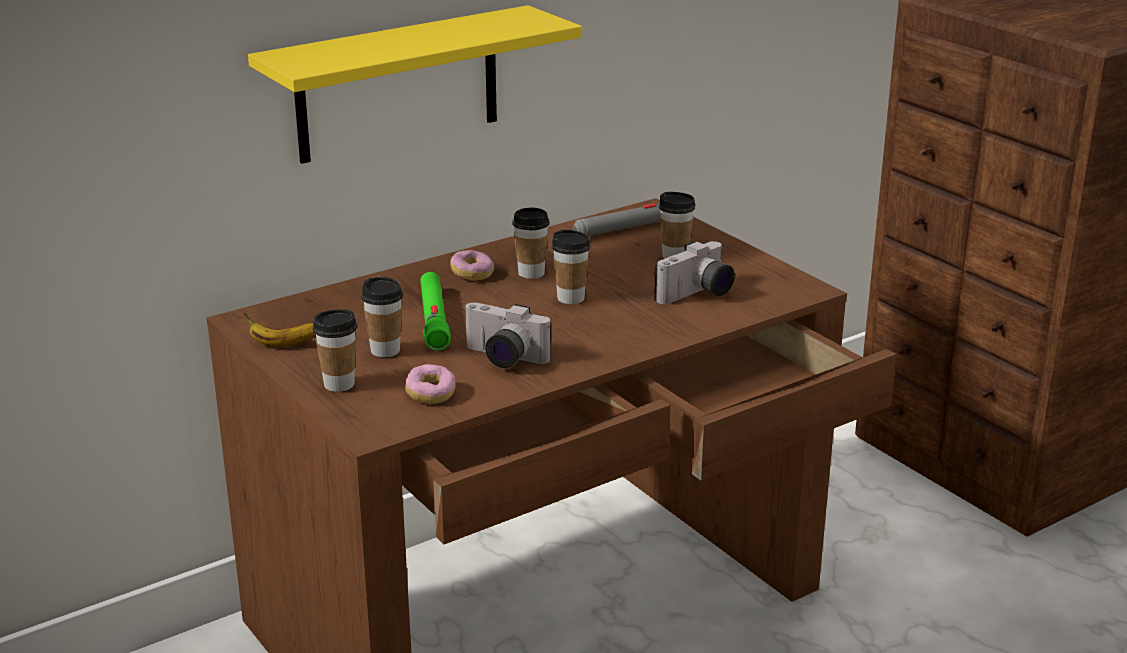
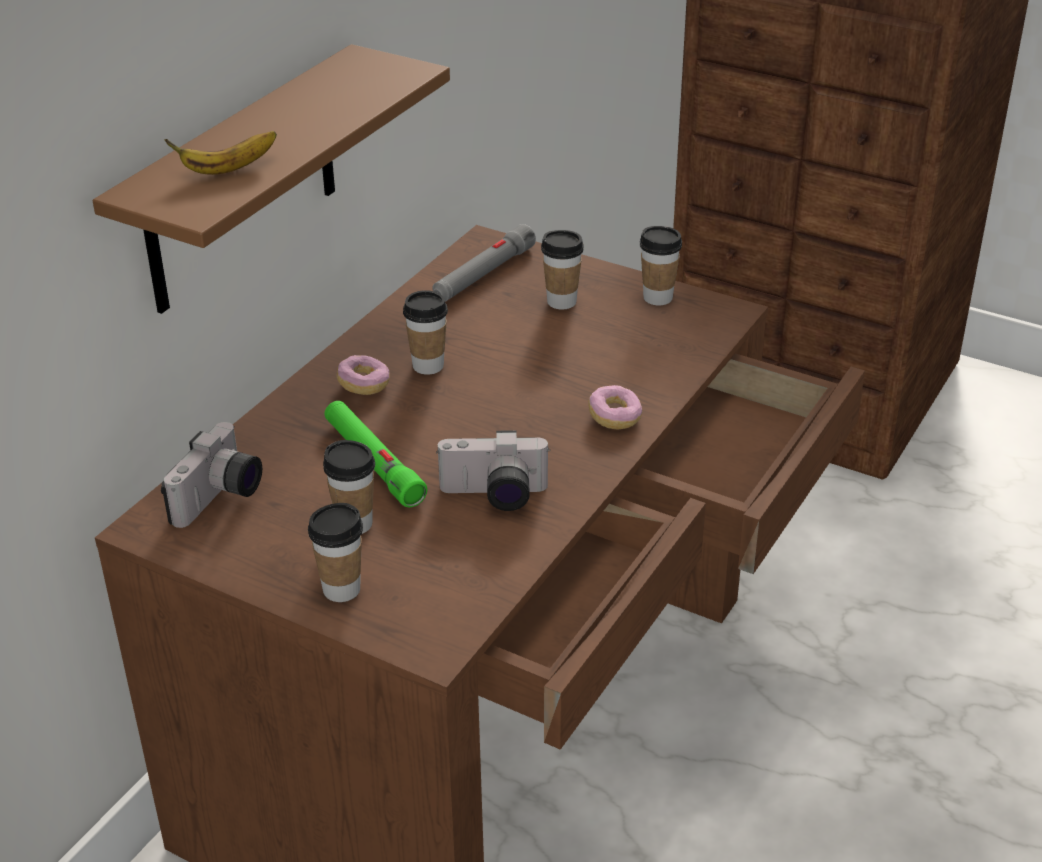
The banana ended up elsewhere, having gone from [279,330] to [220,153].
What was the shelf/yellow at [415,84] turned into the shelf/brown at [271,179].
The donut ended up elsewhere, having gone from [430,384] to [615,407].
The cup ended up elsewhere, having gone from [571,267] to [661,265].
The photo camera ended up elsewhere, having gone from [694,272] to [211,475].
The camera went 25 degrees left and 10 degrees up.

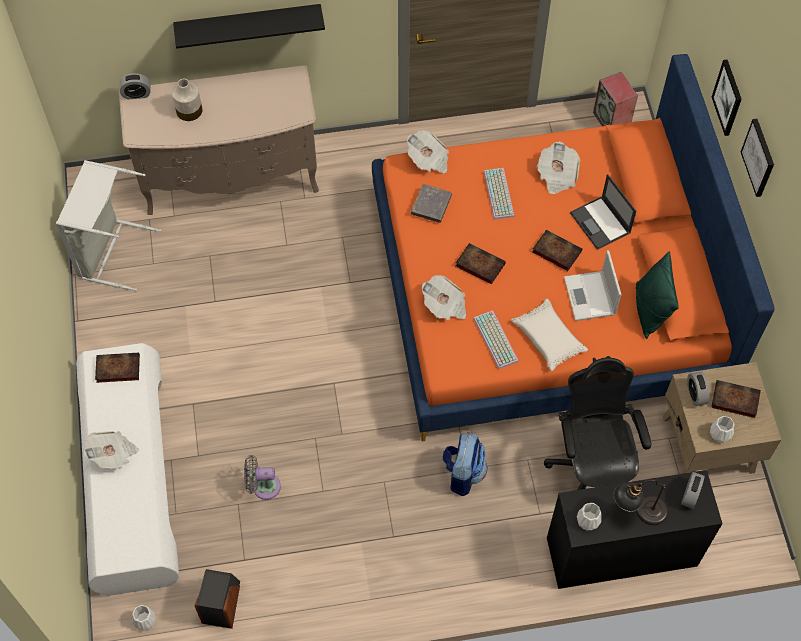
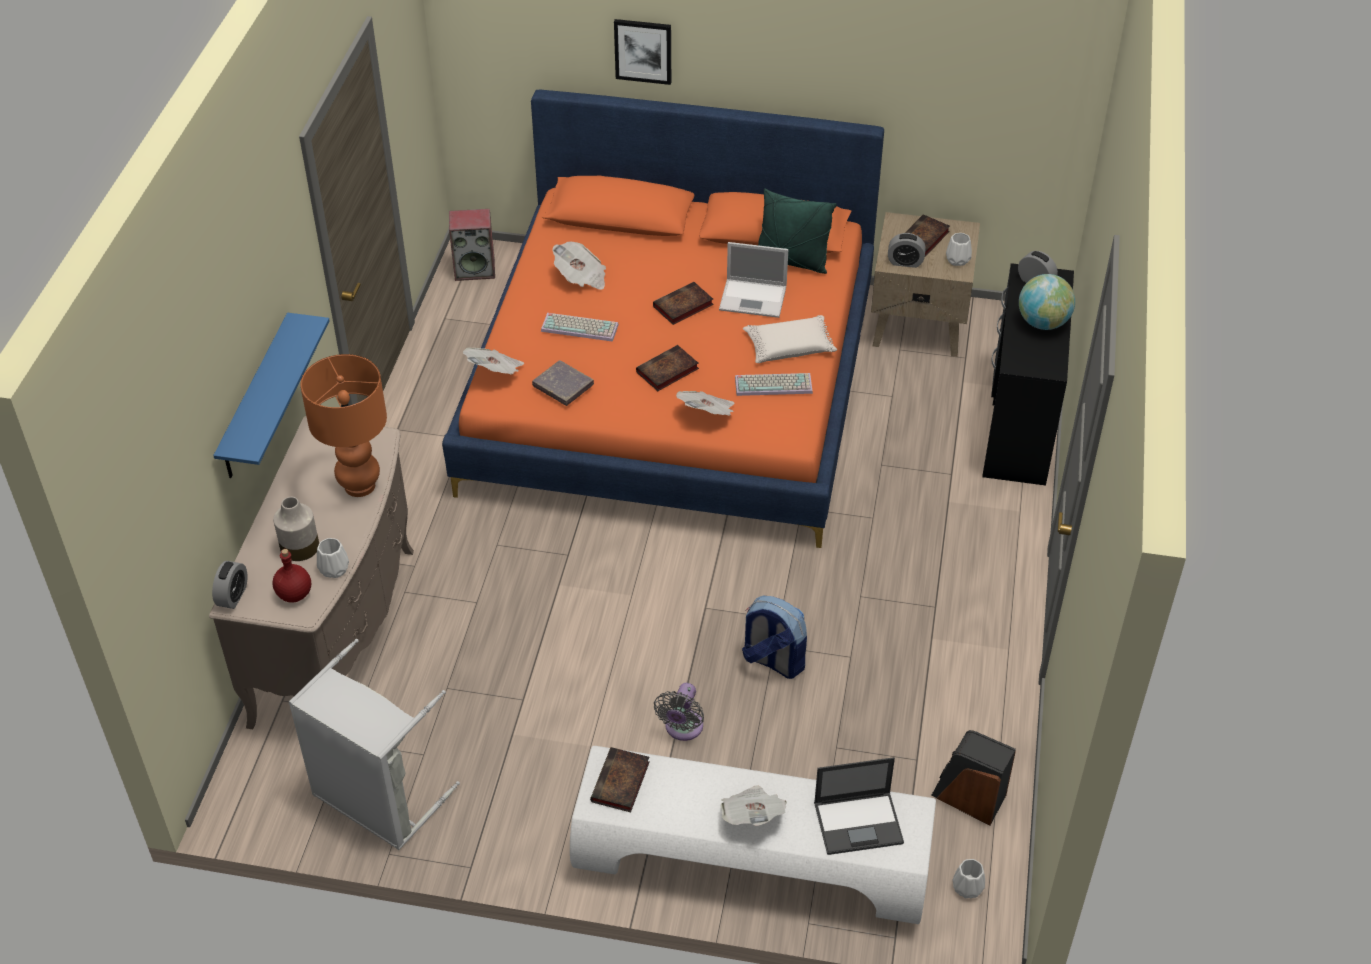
What was the shelf/black at [249,26] turned into the shelf/blue at [271,395].
The fan/grey ended up elsewhere, having gone from [262,477] to [679,712].
The backpack ended up elsewhere, having gone from [465,464] to [774,637].
The second view lost the office chair at [597,423].
The laptop ended up elsewhere, having gone from [603,212] to [859,806].
The vase/white ended up elsewhere, having gone from [589,517] to [333,558].
Where the table lamp/grey stood at [641,502], the globe came to stand at [1047,302].
The second view lost the picture at [757,158].
The second view gained the bottle/red at [292,576].
The second view gained the table lamp/orange at [343,425].
The camera went 70 degrees left and 15 degrees down.

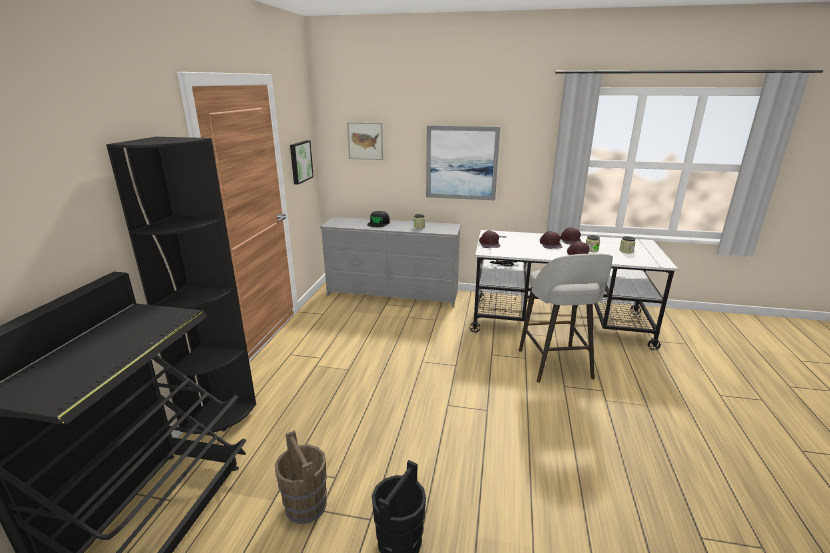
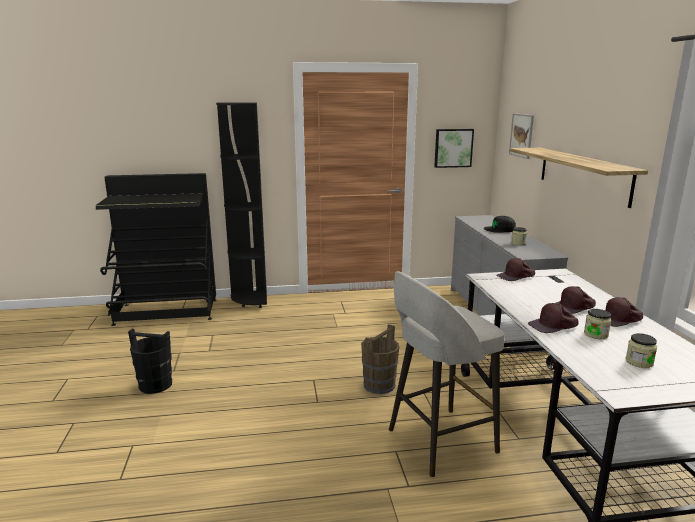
The bucket/brown ended up elsewhere, having gone from [301,477] to [380,359].
Where the picture hung at [463,162], the shelf came to hang at [578,178].
The camera went 70 degrees right and 5 degrees down.

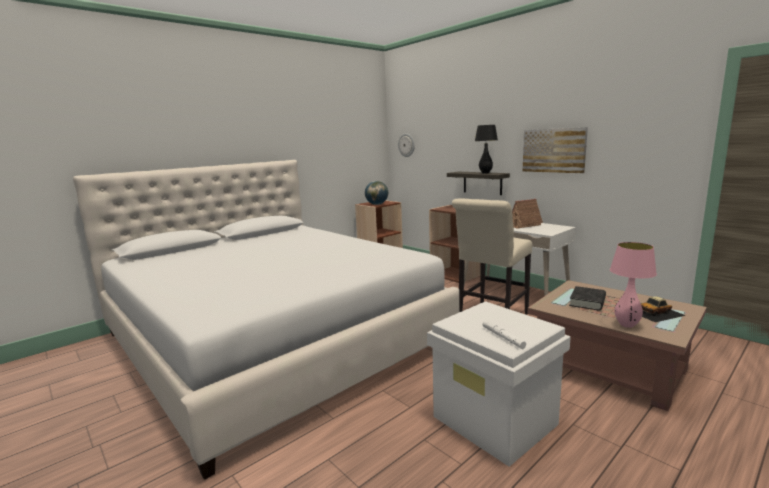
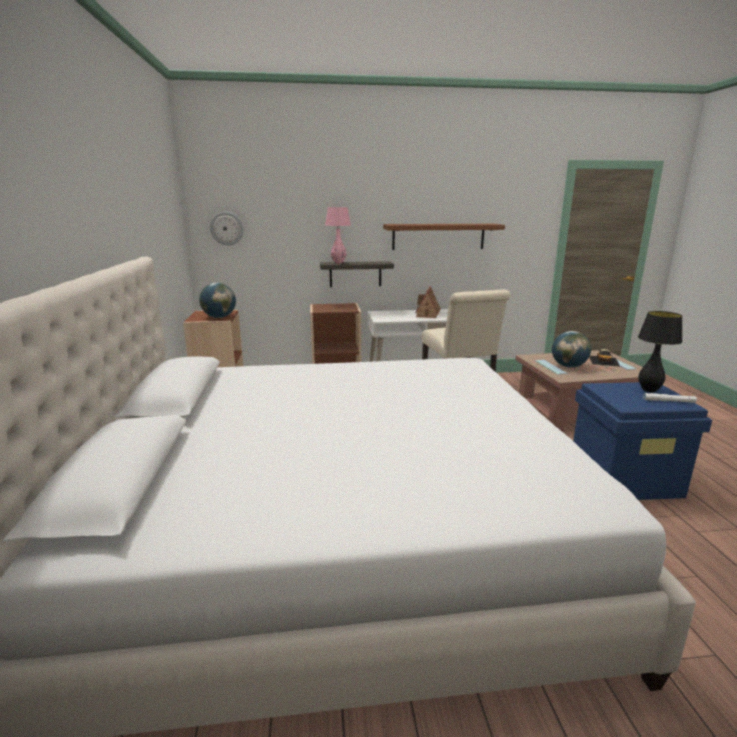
What was the storage box/white at [499,384] turned into the storage box/blue at [642,441].
The table lamp/black ended up elsewhere, having gone from [486,149] to [660,351].
Where the picture hung at [555,150], the shelf/brown came to hang at [444,237].
Where the book/black stood at [587,298], the globe came to stand at [571,349].
The table lamp/pink ended up elsewhere, having gone from [633,285] to [338,235].
The camera went 55 degrees left and 5 degrees up.

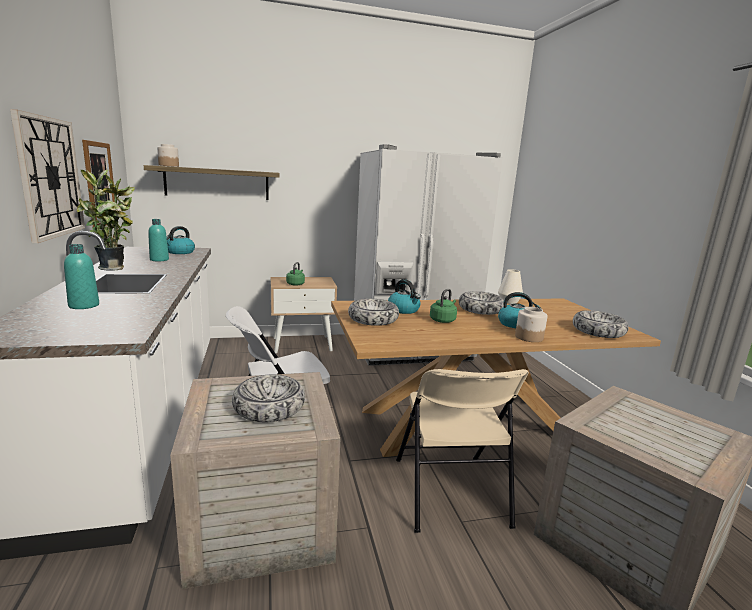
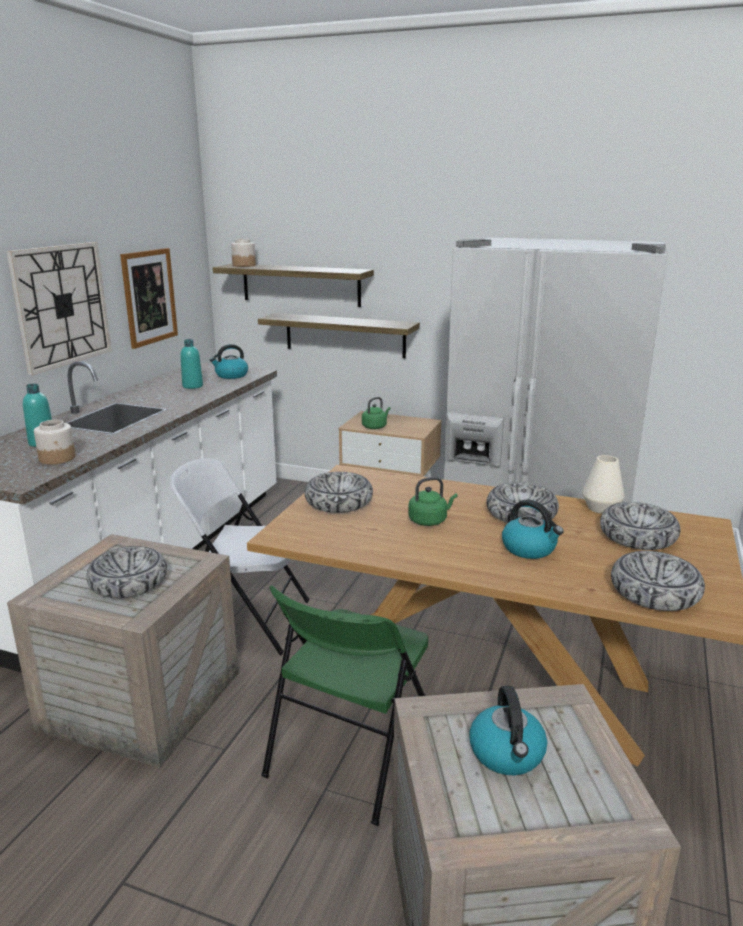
The second view lost the potted plant at [106,220].
The kettle ended up elsewhere, having gone from [404,296] to [508,730].
What was the chair/beige at [462,451] turned into the chair/green at [344,705].
The jar ended up elsewhere, having gone from [531,324] to [55,442].
The second view gained the shelf at [339,335].
The second view gained the bowl at [640,526].
The camera went 35 degrees right and 5 degrees up.

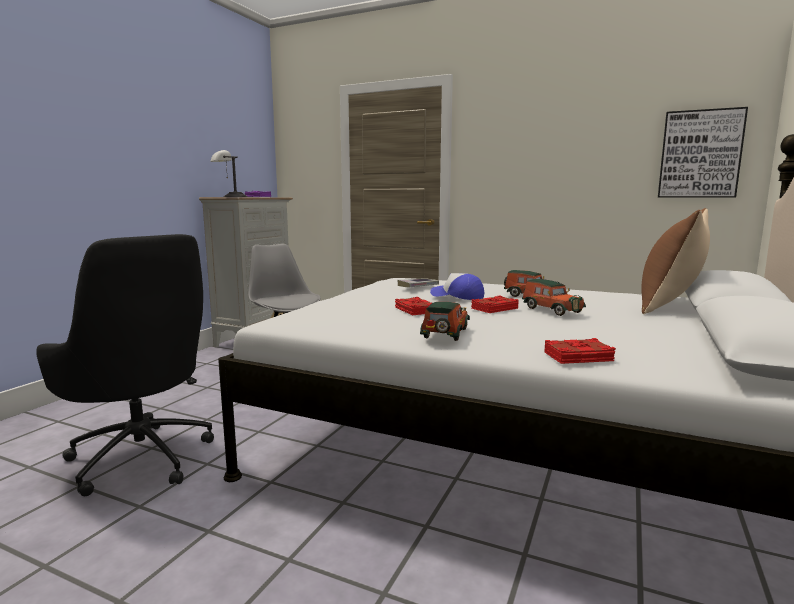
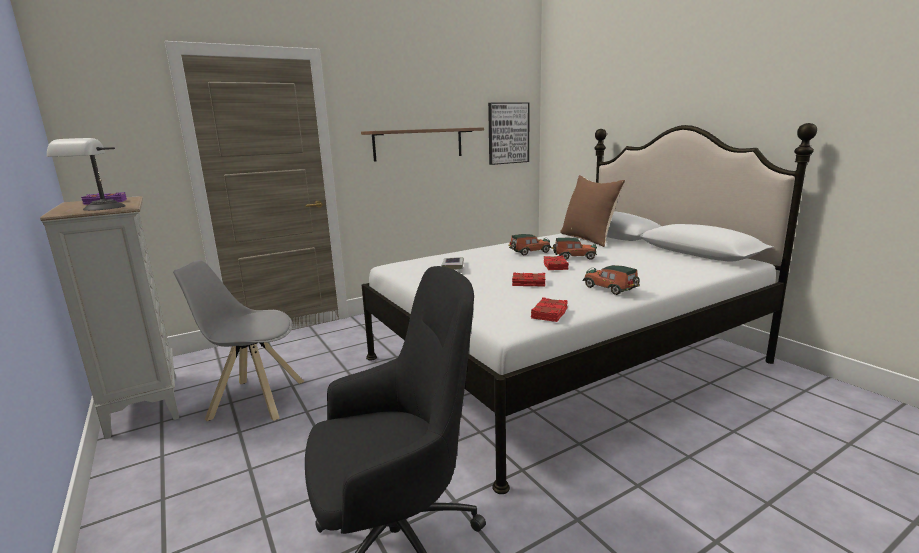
The second view lost the cap at [457,286].
The book/red ended up elsewhere, having gone from [580,351] to [549,309].
The second view gained the shelf at [422,144].
The camera went 55 degrees left and 5 degrees up.

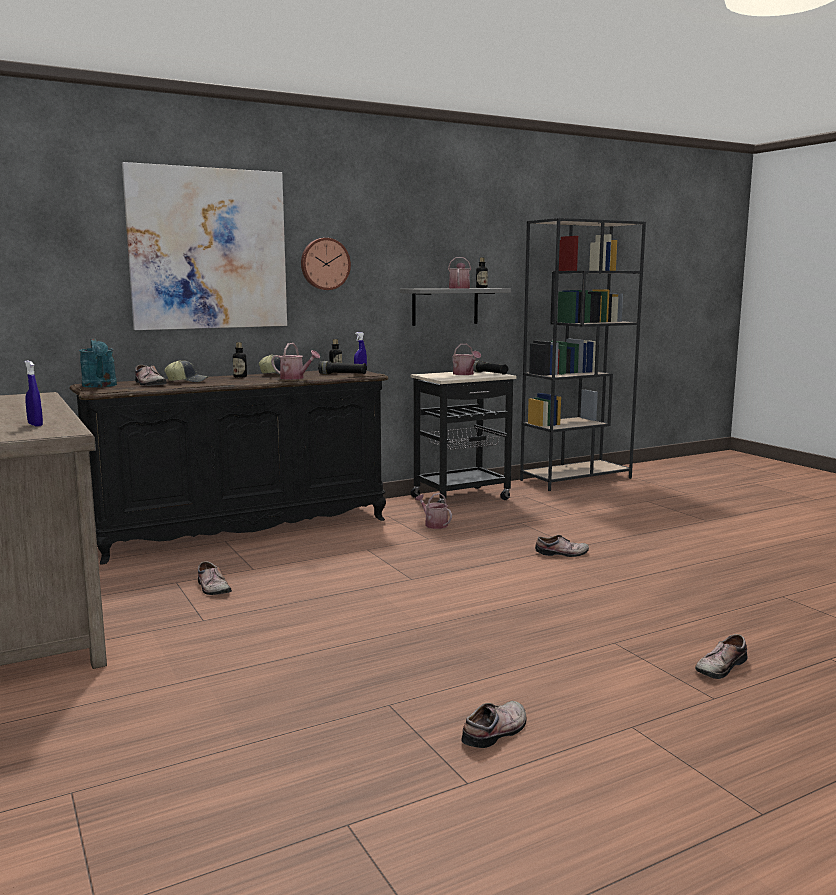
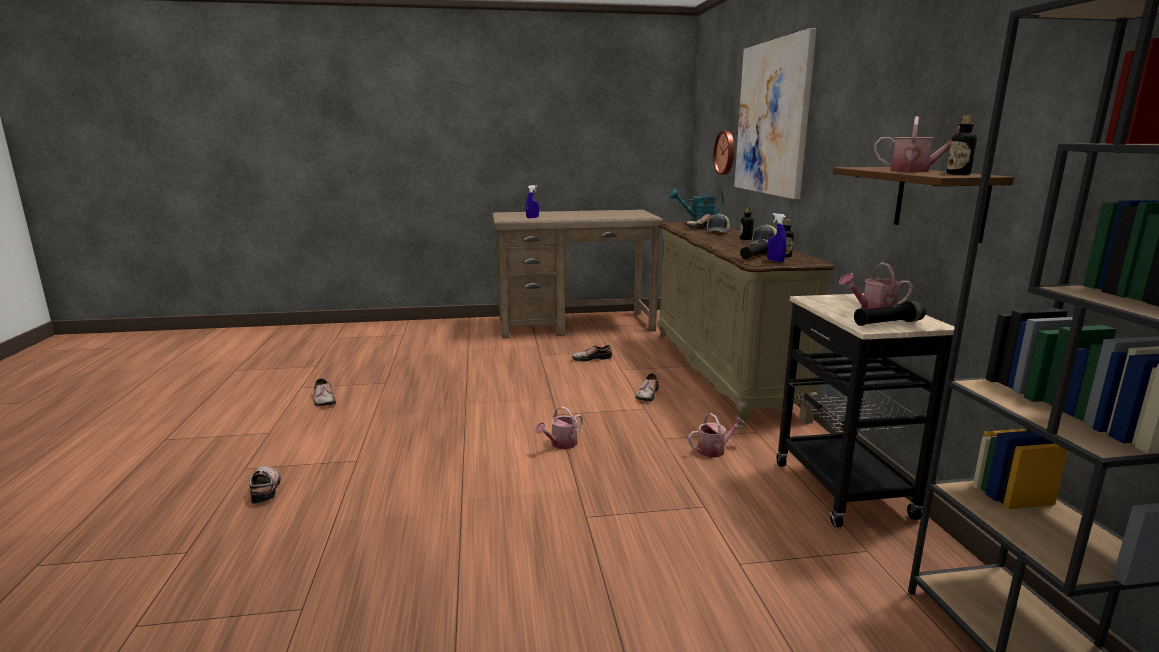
What was the cabinet/black at [228,467] turned into the cabinet/beige at [745,325].
The watering can ended up elsewhere, having gone from [295,361] to [559,427].
The wall clock ended up elsewhere, having gone from [326,264] to [723,153].
What was the shelf/grey at [455,307] turned into the shelf/brown at [923,205].
The shoe ended up elsewhere, having gone from [562,546] to [647,387].
The camera went 110 degrees right and 5 degrees up.

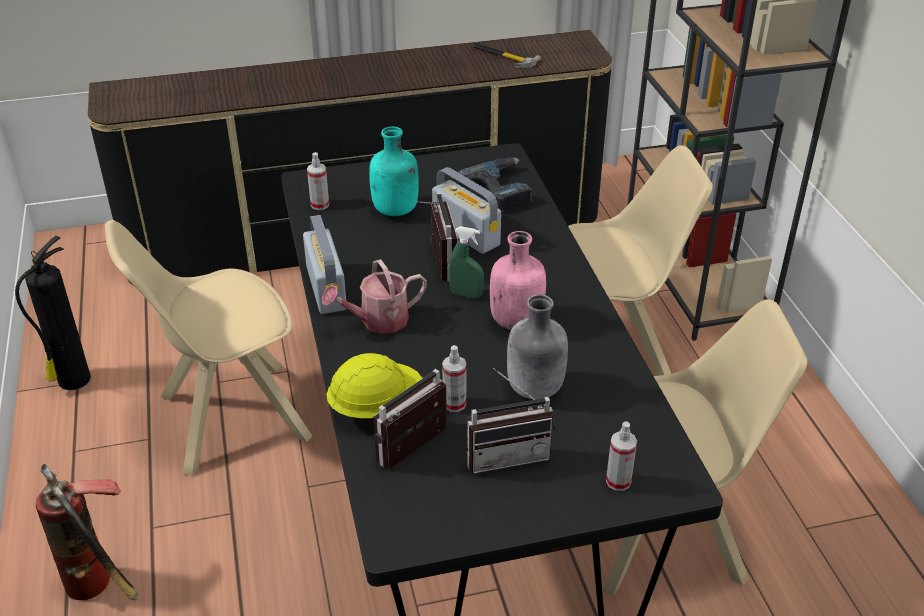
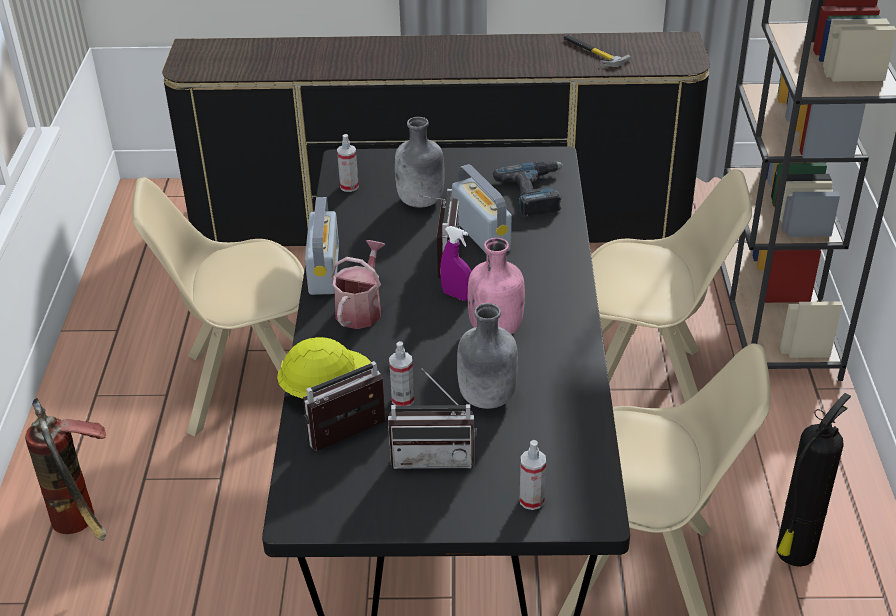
The fire extinguisher ended up elsewhere, having gone from [53,313] to [814,480].
The watering can at [374,296] ended up facing another way, 120 degrees clockwise from before.
What was the bottle/turquoise at [394,171] turned into the bottle/grey at [419,162].
What was the spray bottle/green at [466,262] turned into the spray bottle/purple at [455,263].
The camera went 15 degrees right and 0 degrees up.

